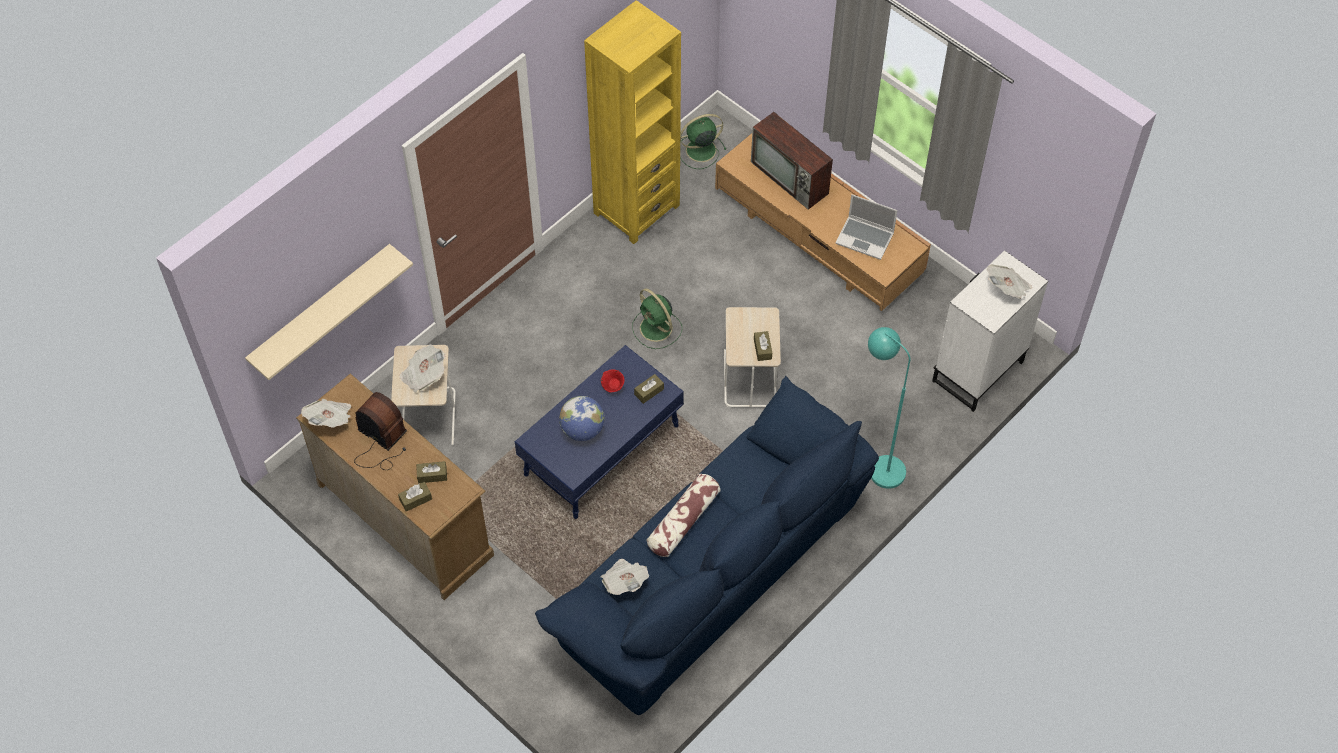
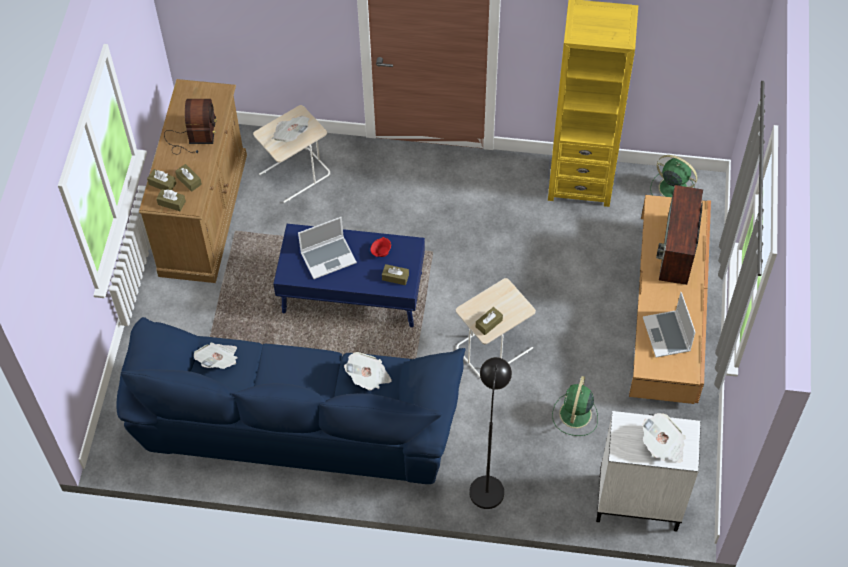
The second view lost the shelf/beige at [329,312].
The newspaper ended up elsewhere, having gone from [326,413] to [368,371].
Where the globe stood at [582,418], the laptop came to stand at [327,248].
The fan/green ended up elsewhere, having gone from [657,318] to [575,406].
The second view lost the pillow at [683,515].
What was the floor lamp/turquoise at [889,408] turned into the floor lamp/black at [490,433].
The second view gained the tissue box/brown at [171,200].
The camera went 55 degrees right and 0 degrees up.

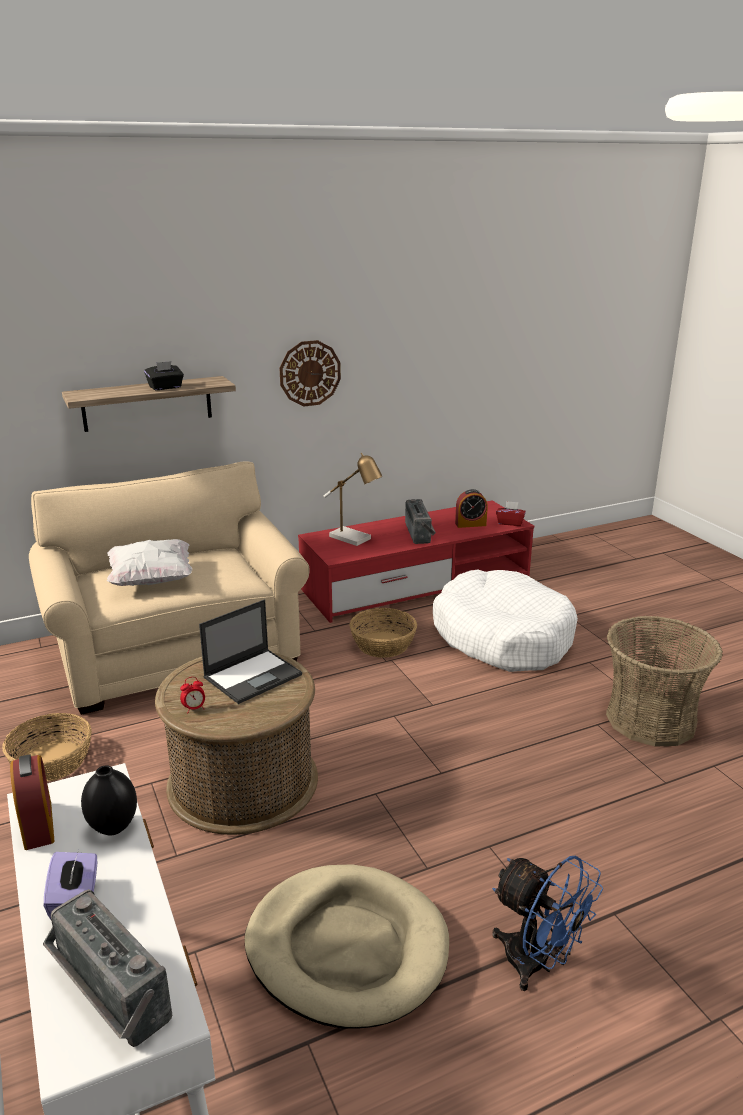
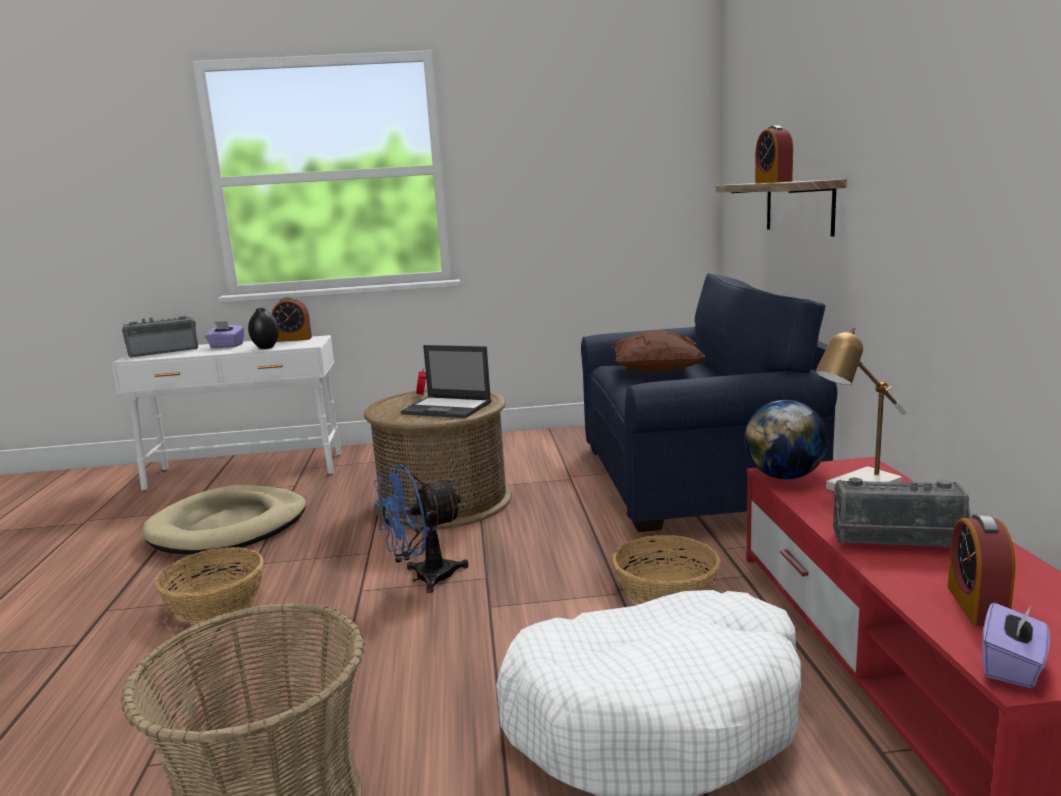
The basket ended up elsewhere, having gone from [47,747] to [209,584].
What was the sofa/beige at [169,588] turned into the sofa/blue at [709,402].
What was the pillow/white at [149,562] turned into the pillow/brown at [659,351].
Where the tissue box/black stood at [164,375], the alarm clock came to stand at [774,154].
The laptop at [250,651] ended up facing another way, 45 degrees counterclockwise from before.
The second view lost the wall clock at [310,373].
The fan/blue ended up elsewhere, having gone from [547,923] to [421,528].
What was the tissue box/red at [511,513] turned into the tissue box/purple at [1016,645].
The second view gained the globe at [786,439].
The camera went 110 degrees right and 10 degrees down.

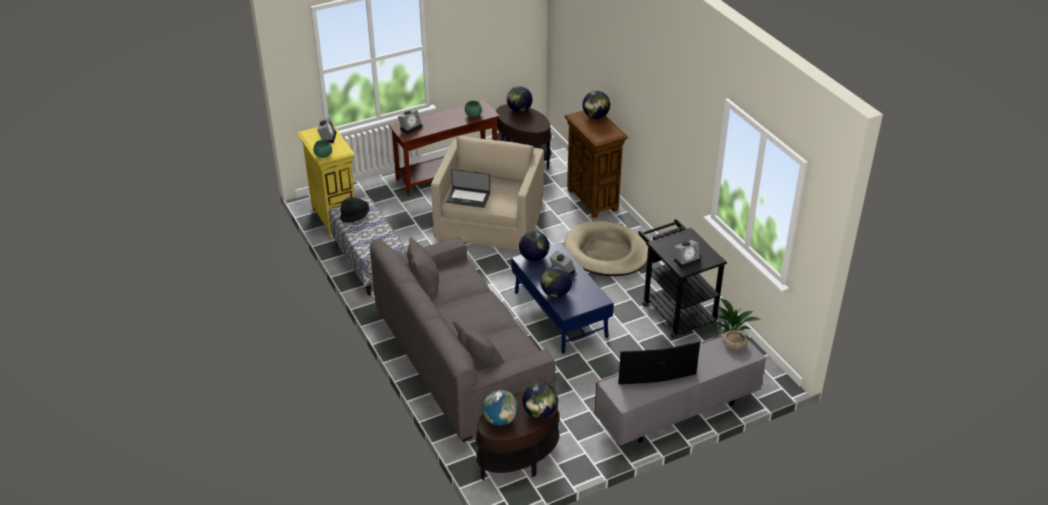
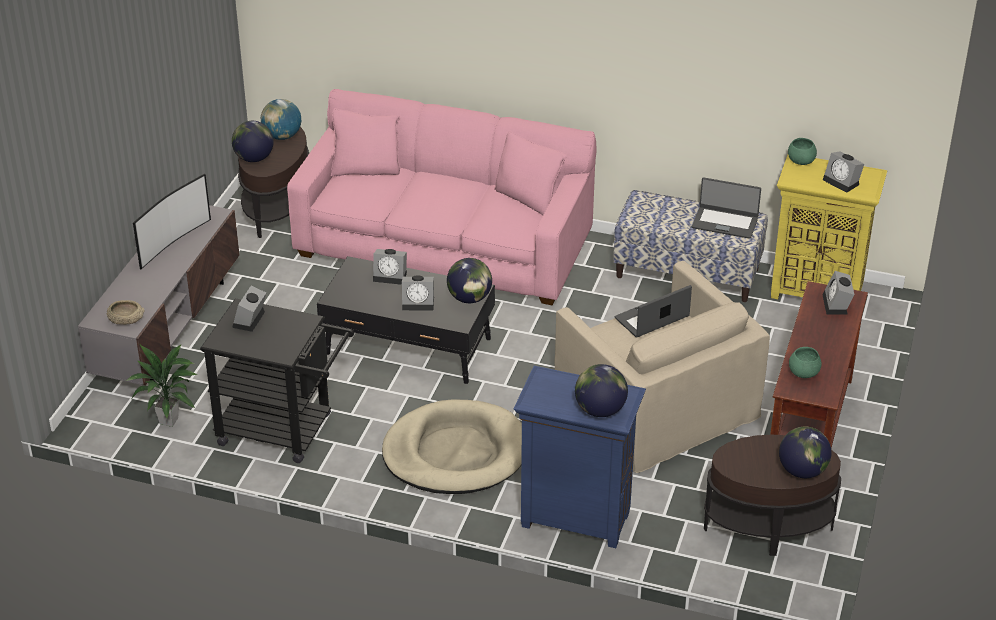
Where the hat/black stood at [354,210], the laptop came to stand at [726,208].
What was the sofa/grey at [463,339] turned into the sofa/pink at [441,197].
What was the coffee table/blue at [562,298] turned into the coffee table/black at [406,320].
Where the globe stood at [556,282], the alarm clock came to stand at [390,267].
What was the cabinet/brown at [596,164] turned into the cabinet/blue at [579,457].
The camera went 135 degrees right and 0 degrees up.

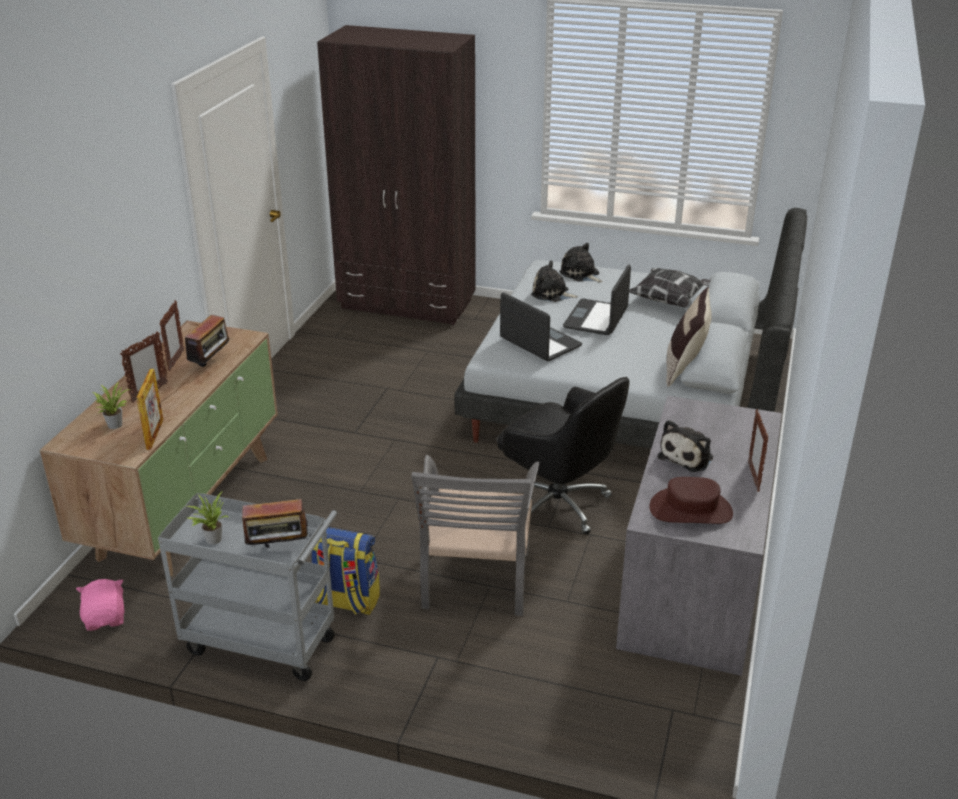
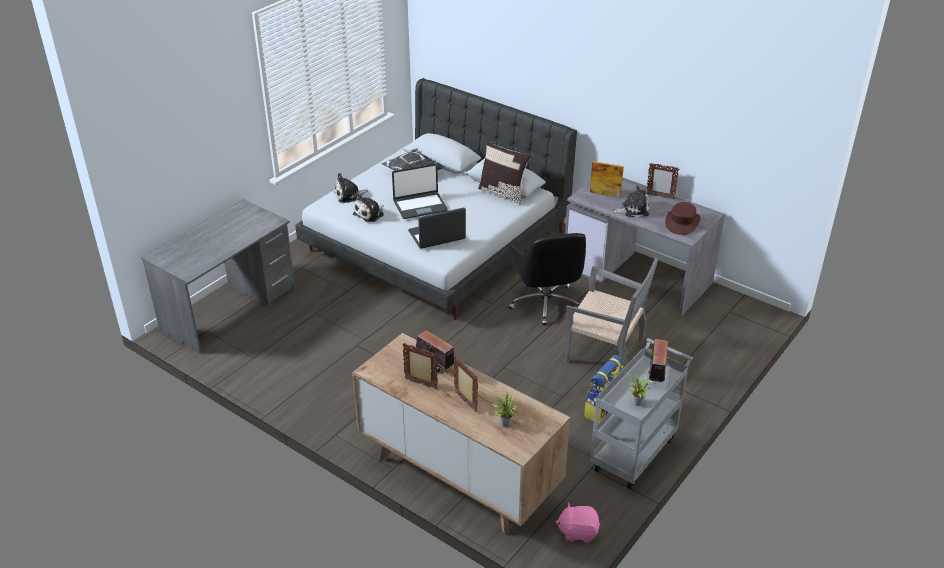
The picture frame ended up elsewhere, having gone from [149,409] to [607,179].
Where the wardrobe/brown stood at [396,175], the desk/grey came to stand at [218,276].
The office chair/black at [563,455] ended up facing another way, 105 degrees clockwise from before.
The laptop at [597,299] ended up facing another way, 60 degrees counterclockwise from before.
The plush toy at [685,446] ended up facing another way, 60 degrees counterclockwise from before.
The camera went 70 degrees left and 5 degrees up.

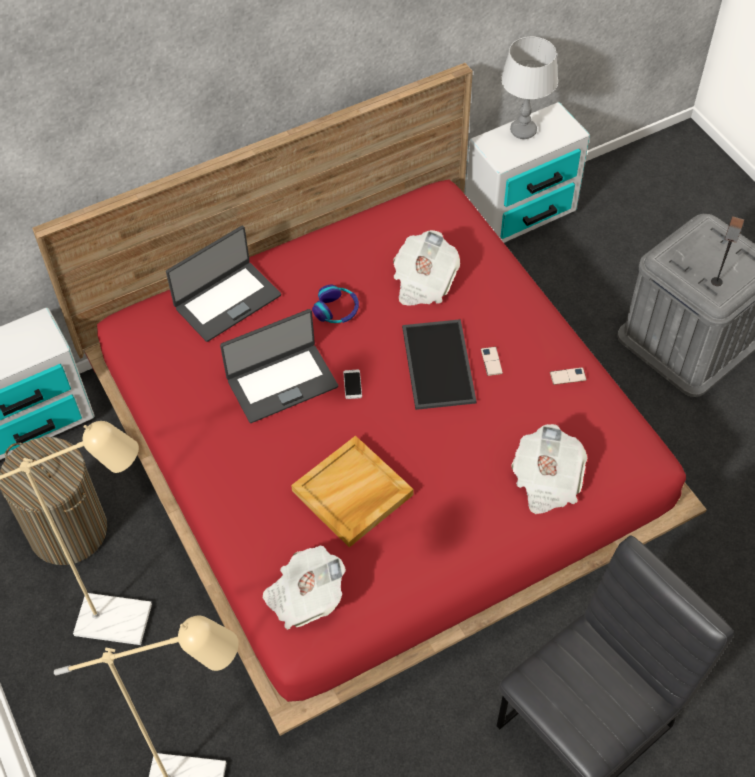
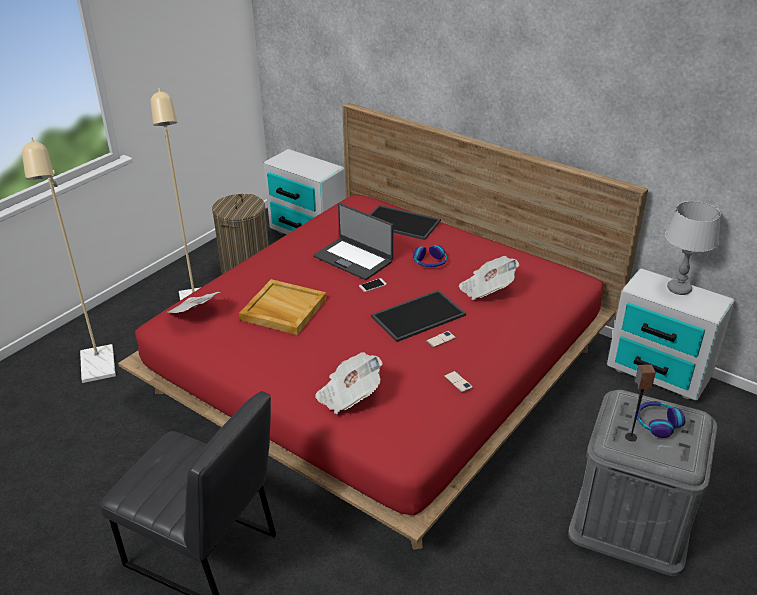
Where the laptop stood at [223,284], the tray came to stand at [405,222].
The second view gained the headphones at [661,419].
The camera went 65 degrees right and 20 degrees down.

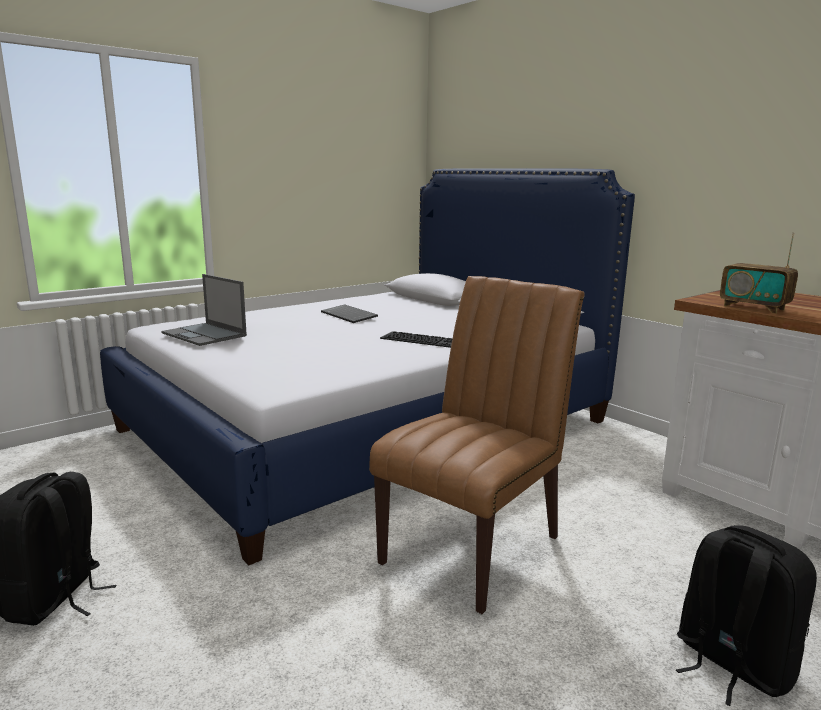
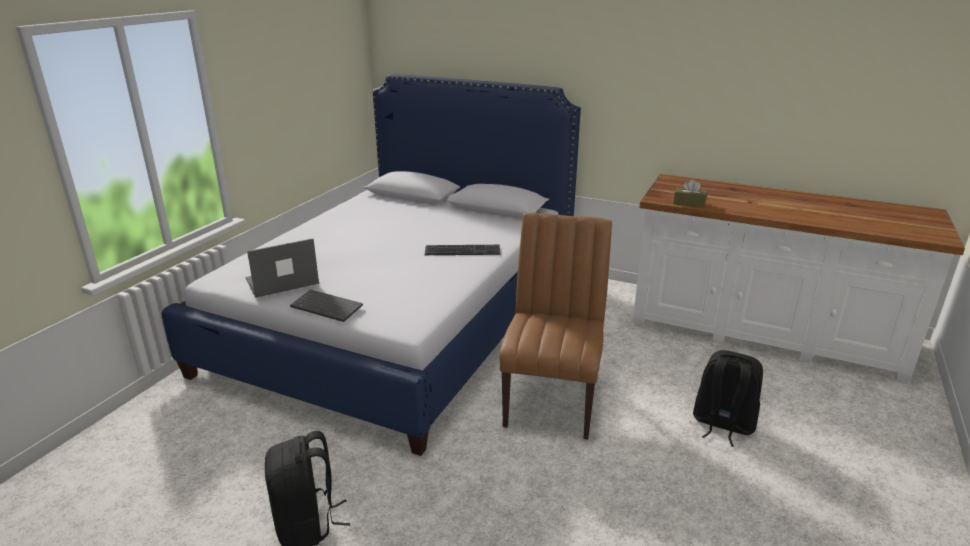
The laptop at [204,310] ended up facing another way, 135 degrees clockwise from before.
The keyboard ended up elsewhere, having gone from [349,313] to [326,306].
Where the radio stood at [759,273], the tissue box/brown came to stand at [690,193].
The camera went 25 degrees left and 10 degrees up.

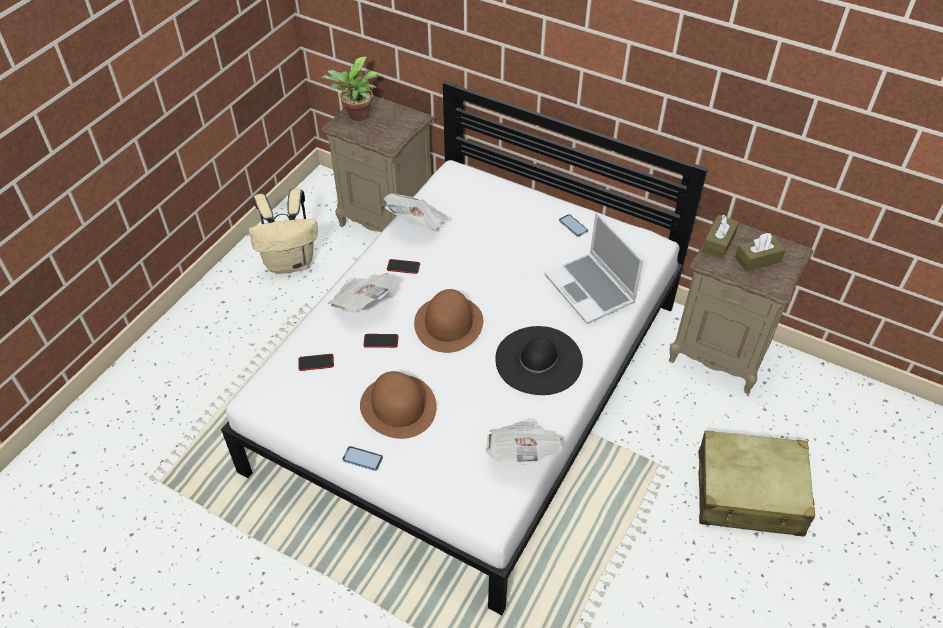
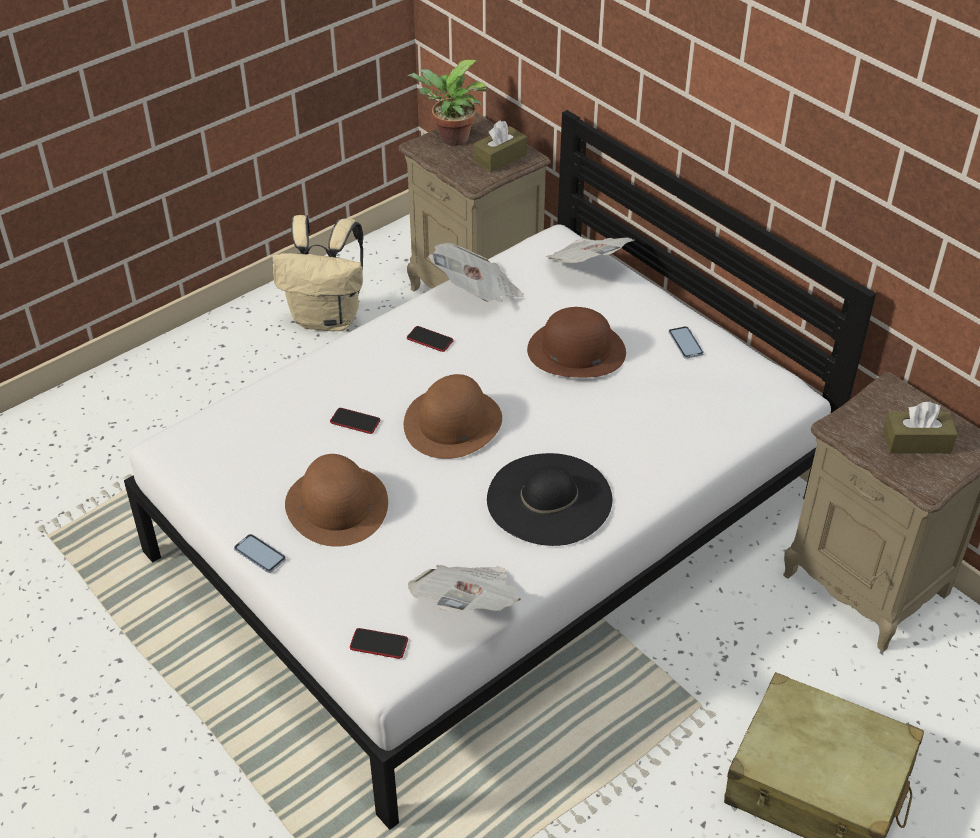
The phone ended up elsewhere, having gone from [316,362] to [379,643].
The newspaper ended up elsewhere, having gone from [362,292] to [590,250].
The second view lost the laptop at [593,268].
The tissue box/brown ended up elsewhere, having gone from [720,237] to [500,146].
The second view gained the hat/brown at [576,342].
The camera went 20 degrees right and 5 degrees down.

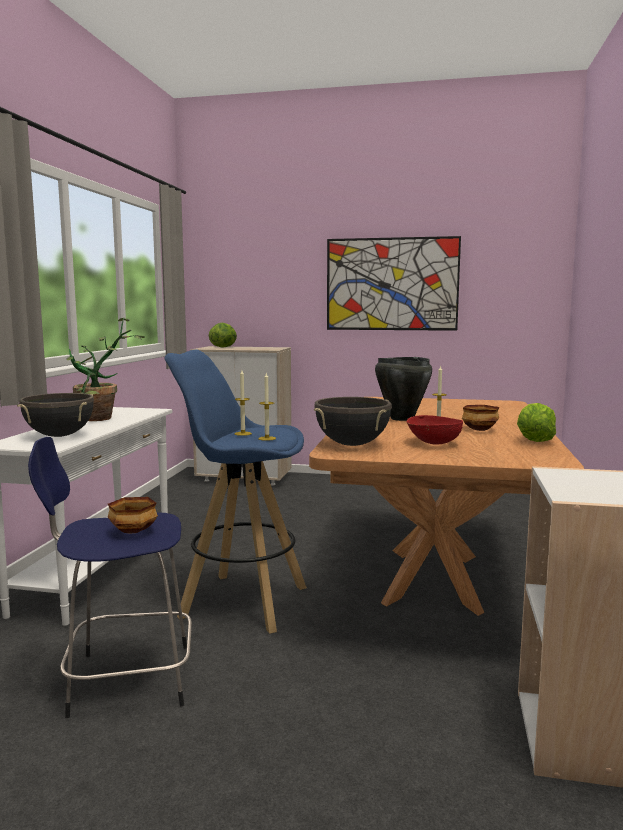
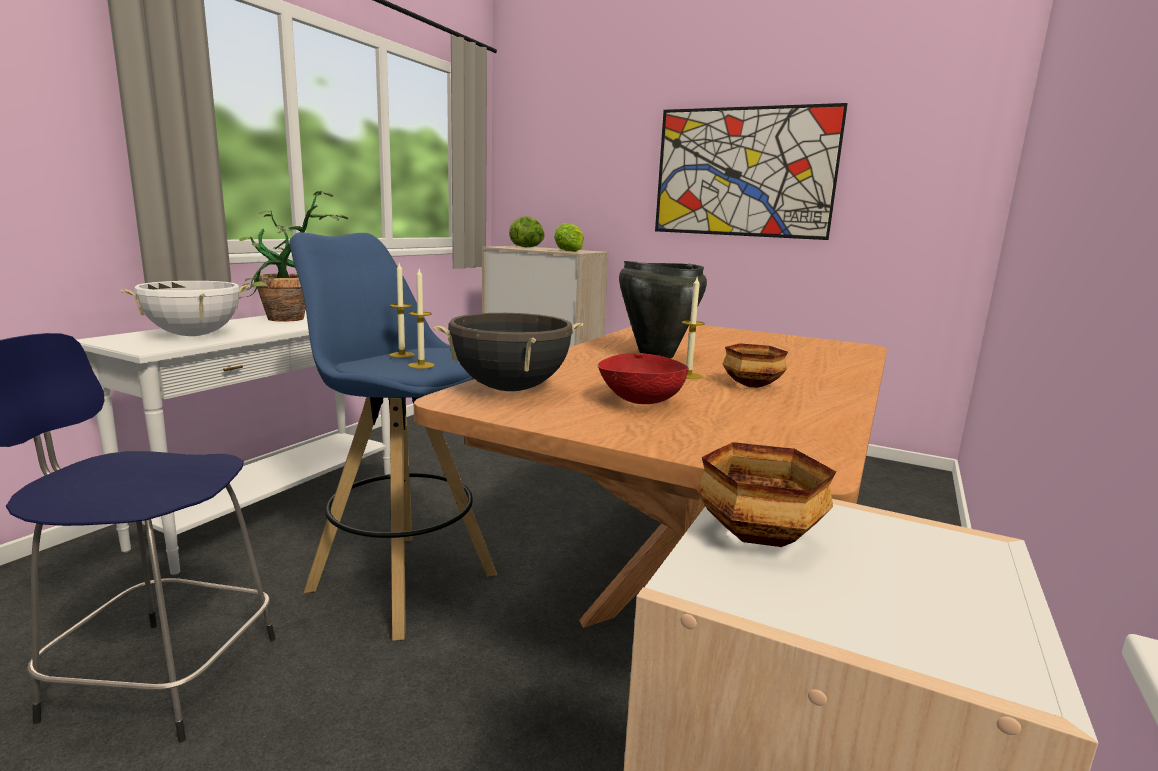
What was the cooking pot/black at [55,415] turned into the cooking pot/white at [185,308].
The bowl ended up elsewhere, having gone from [133,515] to [766,494].
The lettuce ended up elsewhere, having gone from [536,422] to [569,237].
The camera went 15 degrees right and 5 degrees up.

